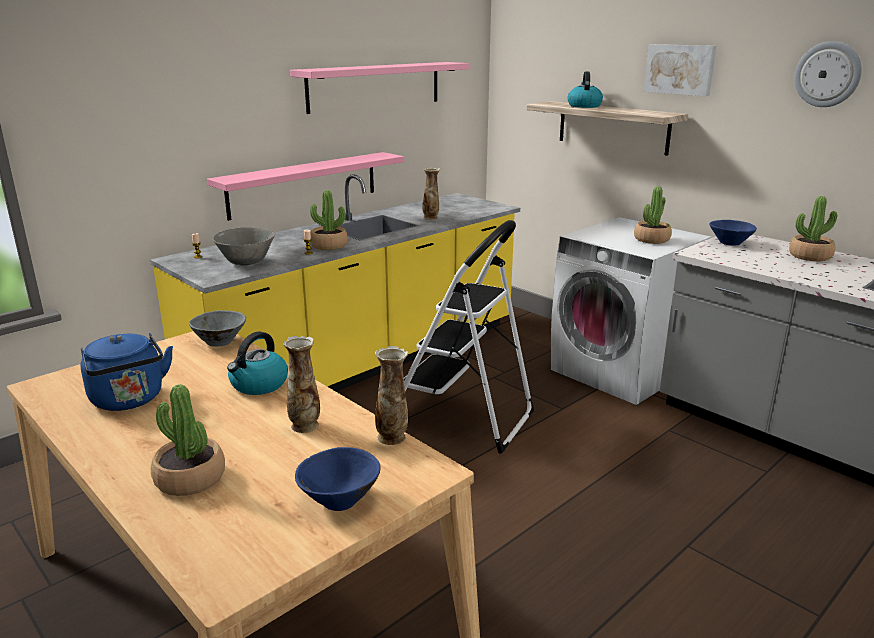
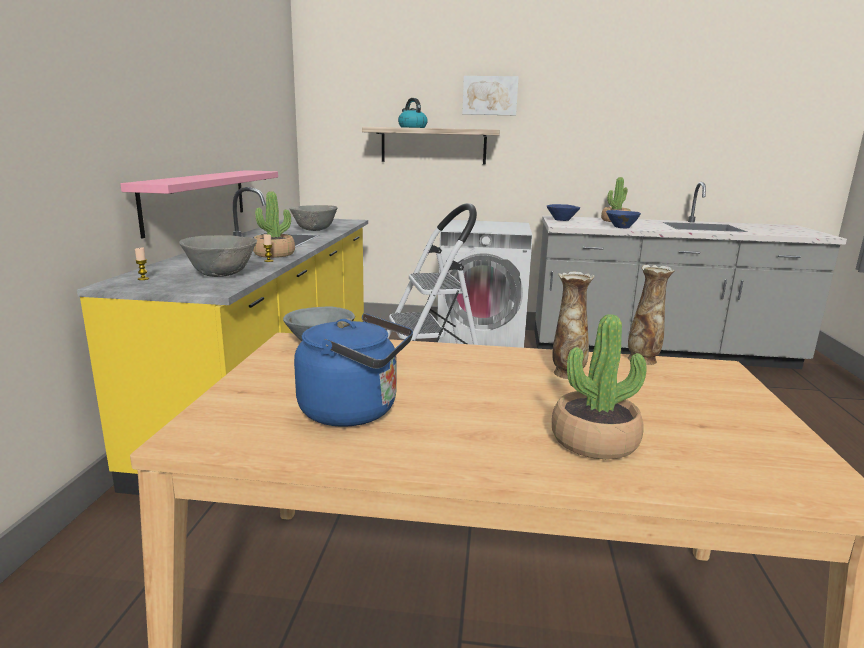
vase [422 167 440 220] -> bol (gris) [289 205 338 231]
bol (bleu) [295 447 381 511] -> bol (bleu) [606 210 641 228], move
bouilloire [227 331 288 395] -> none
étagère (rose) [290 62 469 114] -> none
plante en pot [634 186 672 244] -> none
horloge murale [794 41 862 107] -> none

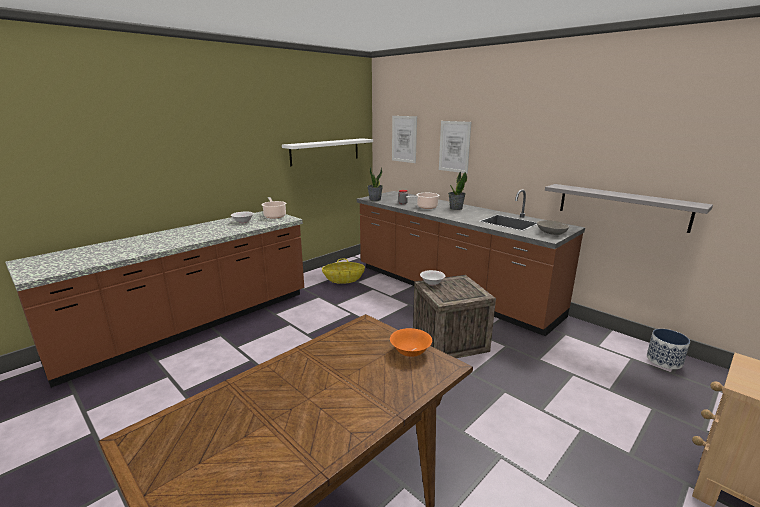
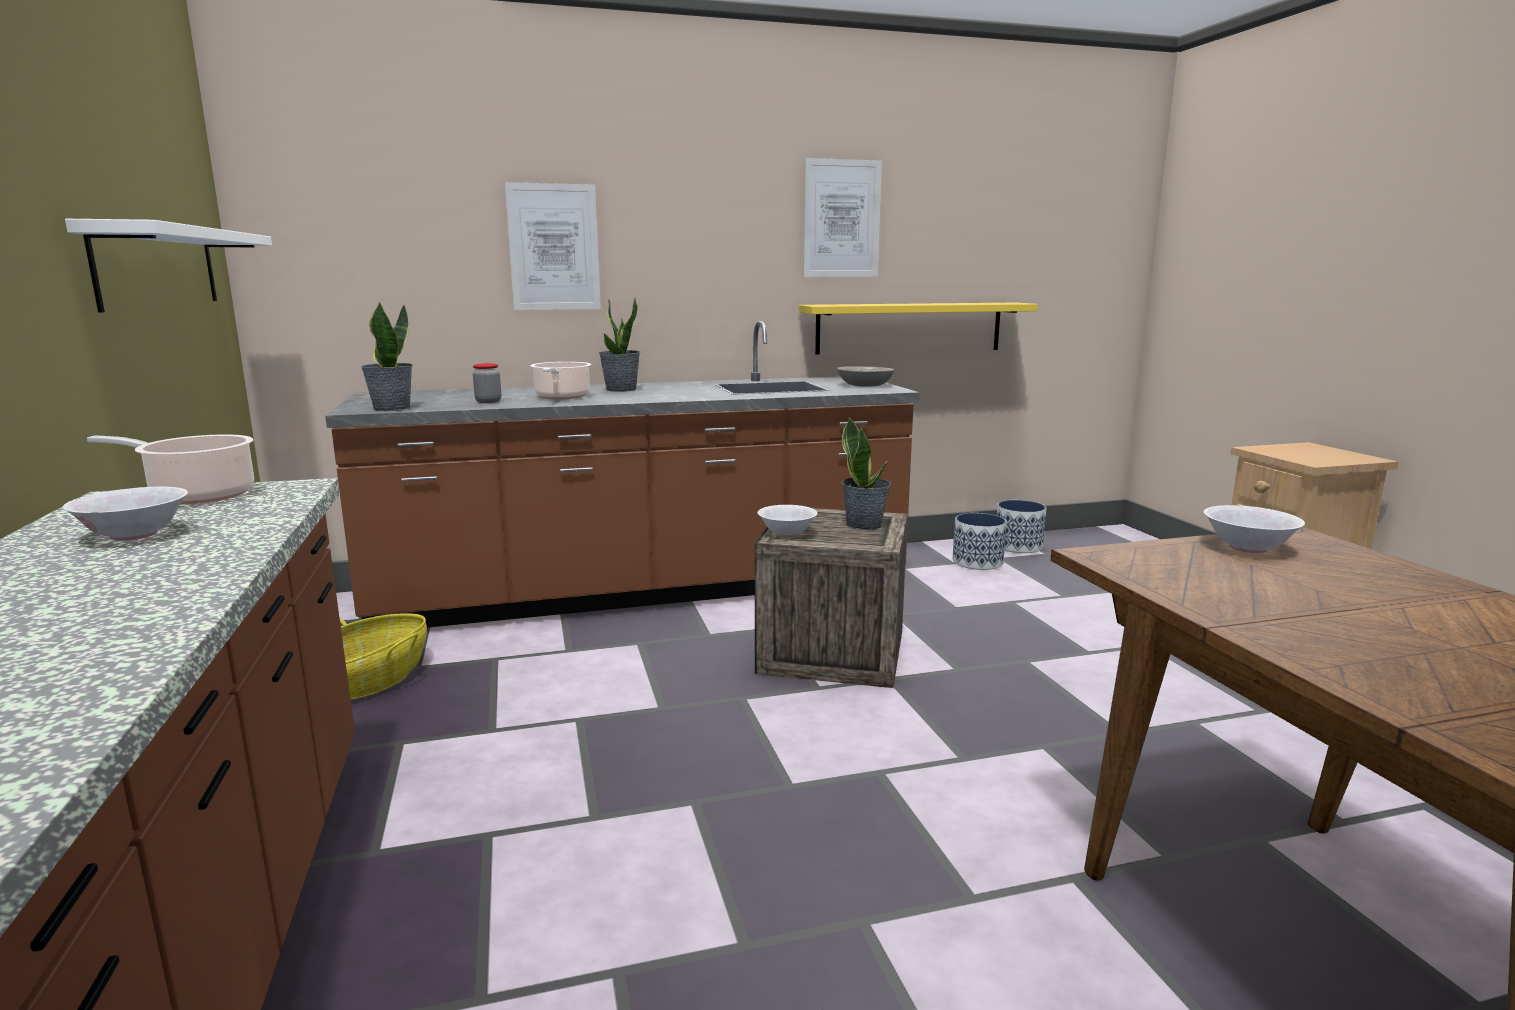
étagère (gris) [545 184 713 233] -> étagère (jaune) [799 303 1038 355]
tableau [392 116 417 163] -> tableau [803 158 882 277], move
none -> plante en pot [842 417 891 530]
none -> cache-pot [953 513 1007 570]
bol (orange) [390 328 432 357] -> bol (blanc) [1204 505 1305 553]

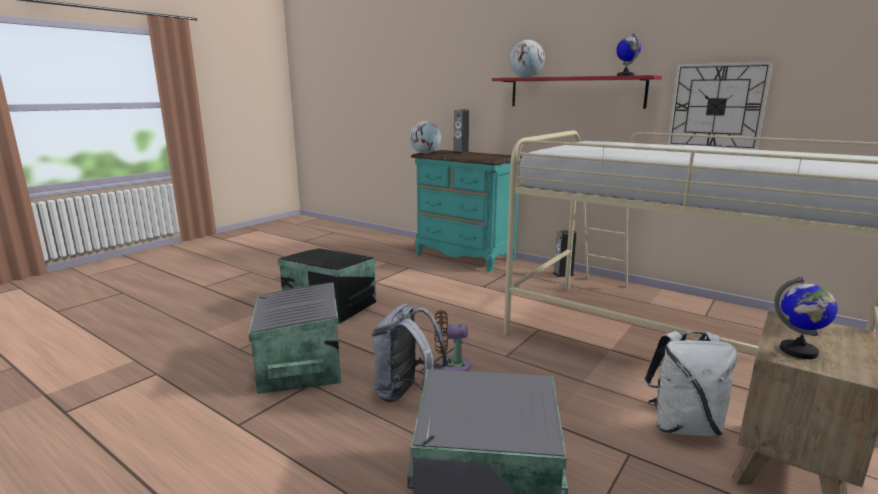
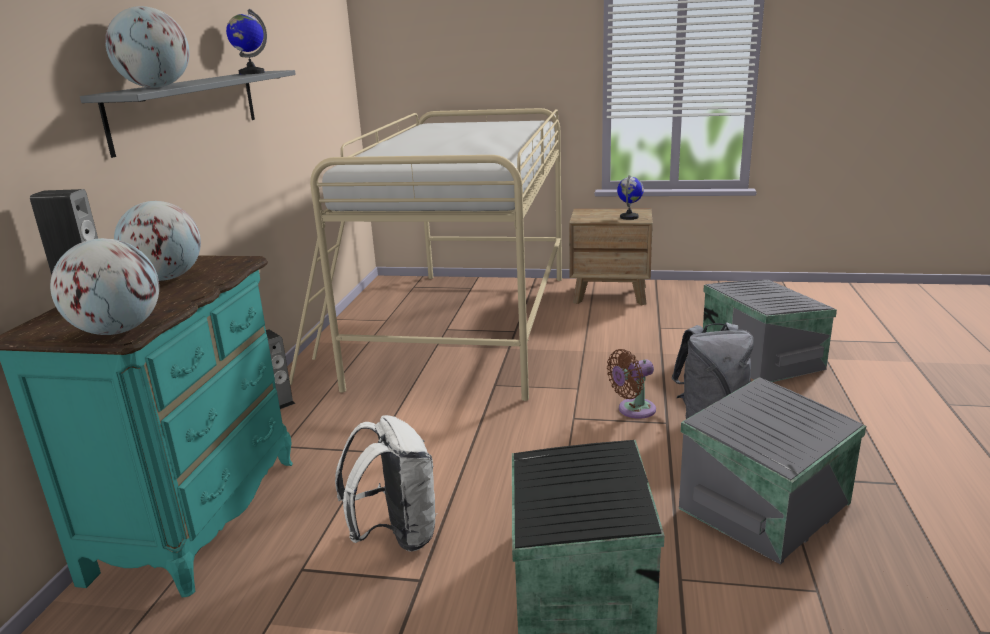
étagère (rouge) [492 75 662 109] -> étagère (gris) [80 70 296 158]
none -> globe [114 201 201 281]
sac à dos (blanc) [644 331 737 436] -> sac à dos (blanc) [335 415 437 552], move
ventilateur (marron) [434 310 471 371] -> ventilateur (marron) [607 349 656 419], 90 degrees clockwise
horloge murale [667 61 773 150] -> none

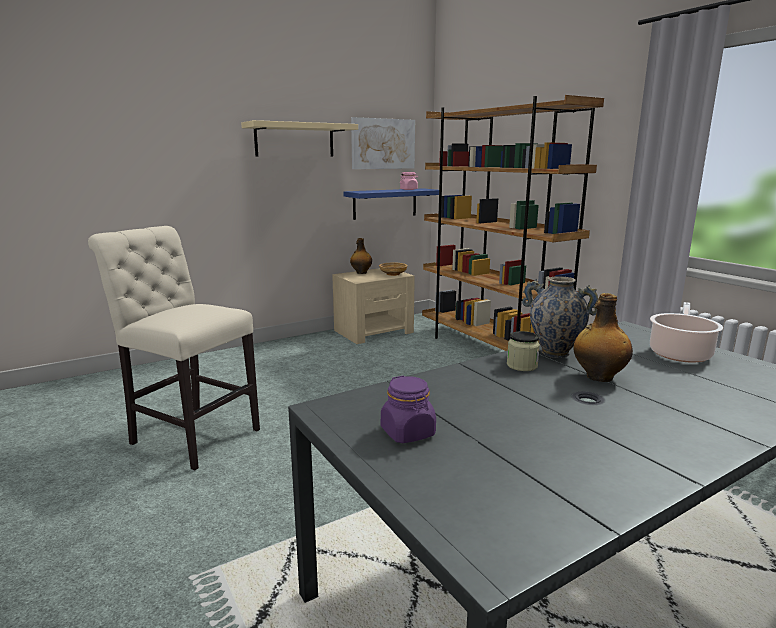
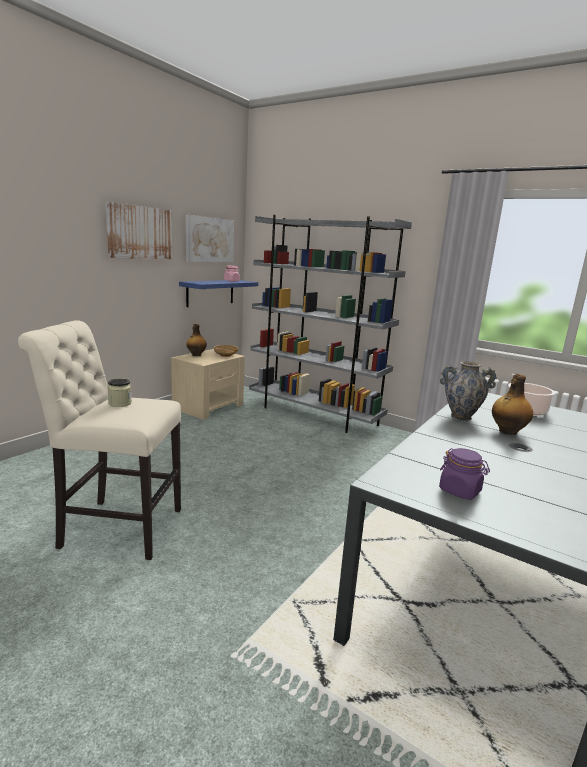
étagère (beige) [241 120 358 157] -> tableau [105 202 172 259]
bocal [507 331 540 371] -> bocal [108 379 132 407], move
bibliothèque (marron) [422 95 604 351] -> bibliothèque (gris) [249 215 412 433]

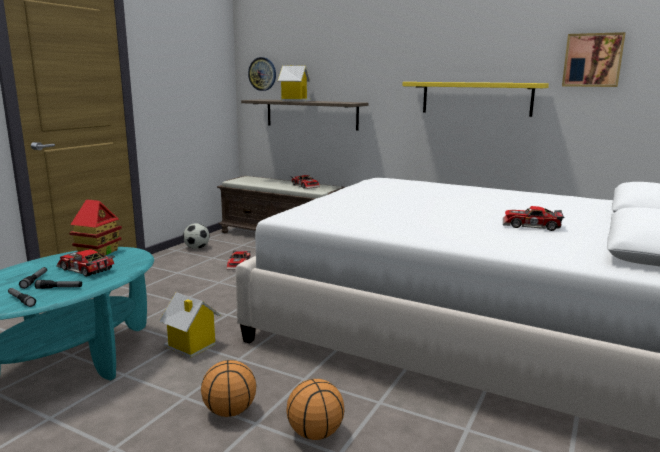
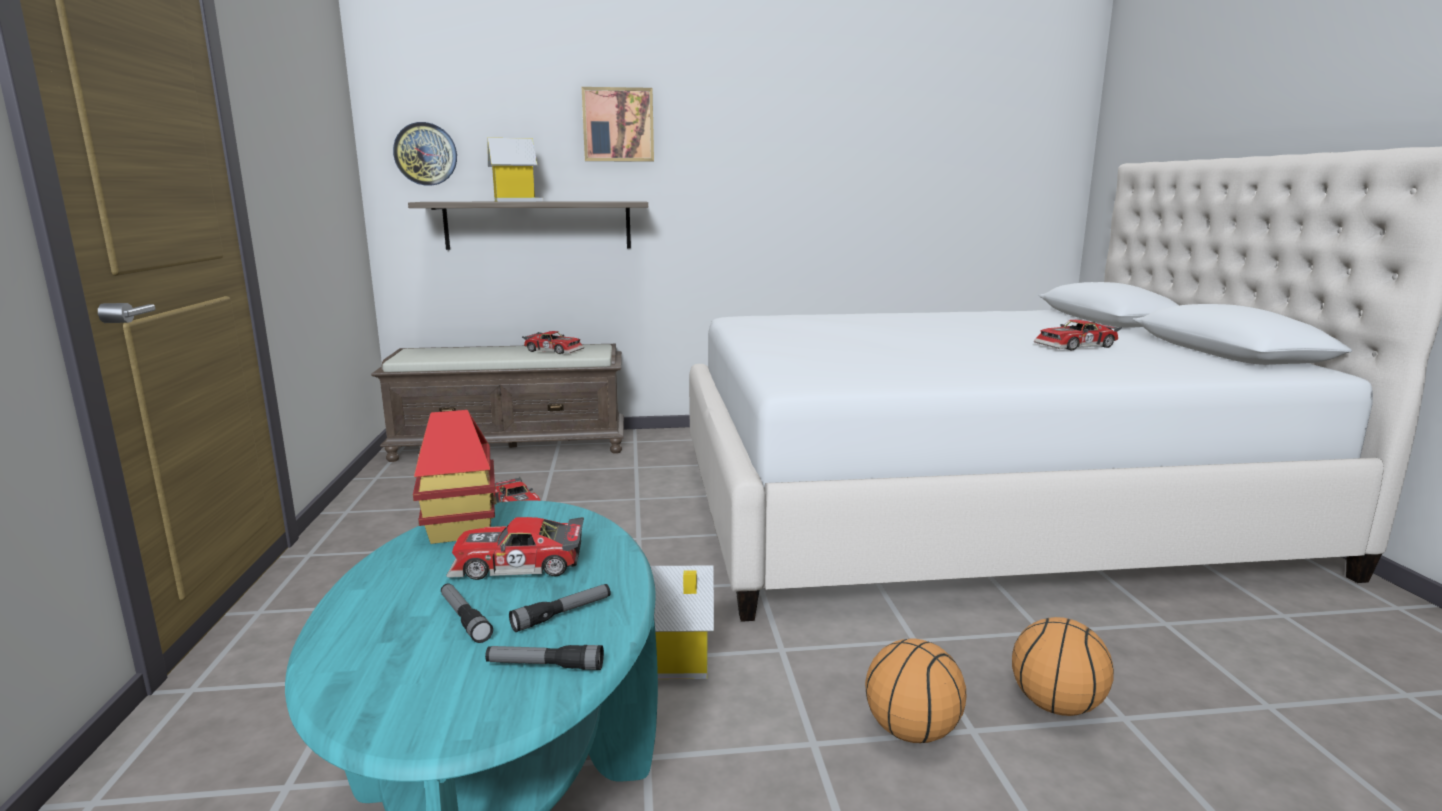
tableau [562 32 626 87] -> tableau [582 87 654 162], move
ballon de foot [183 223 209 249] -> none
étagère (jaune) [402 82 549 117] -> none

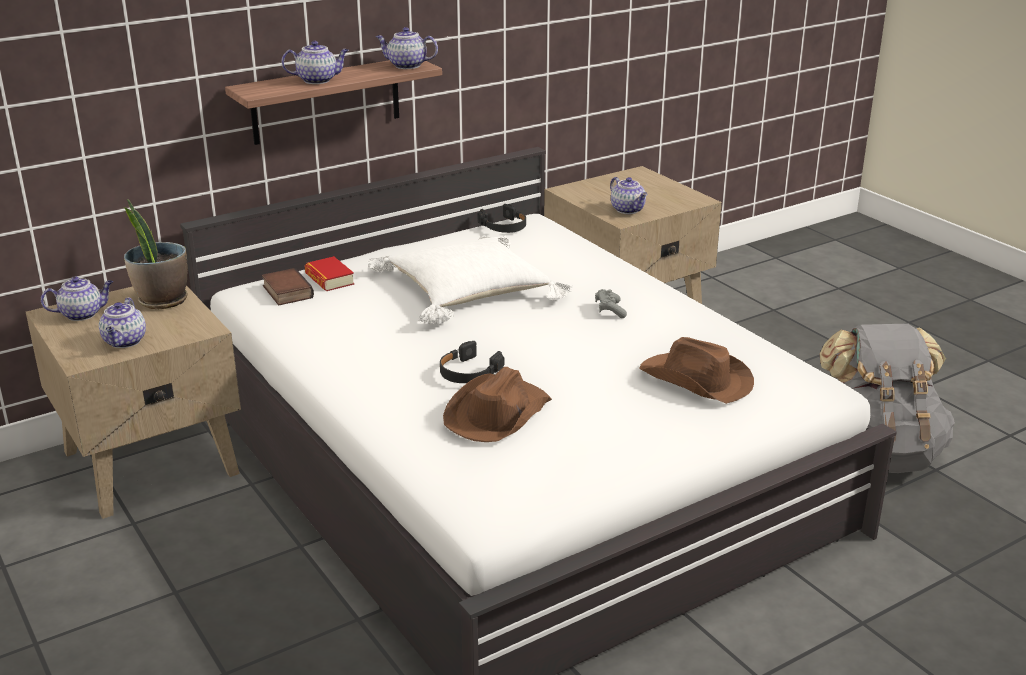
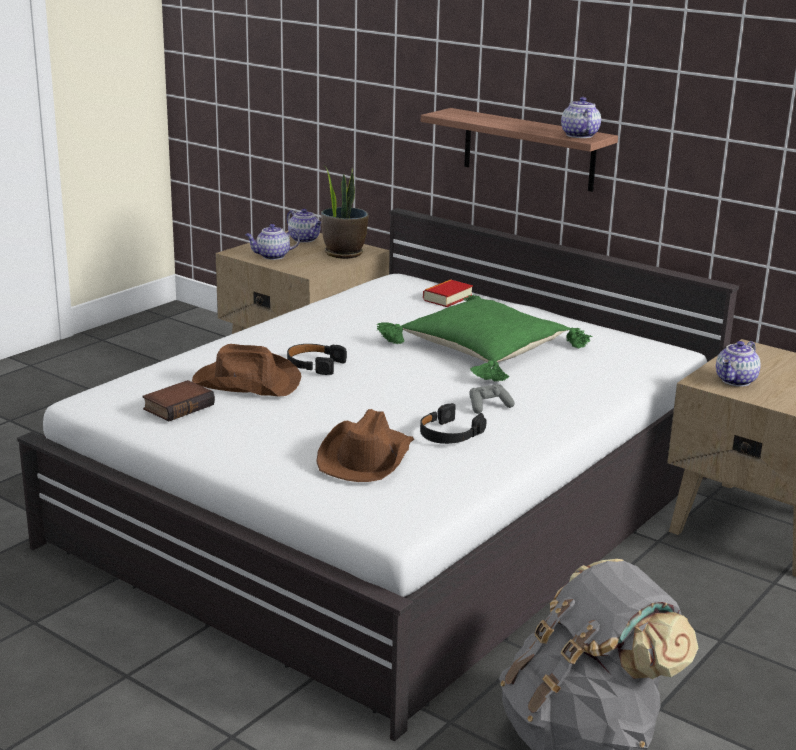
livre [262 268 314 305] -> livre [142 380 215 422], move
coussin (blanc) [367 236 573 325] -> coussin (vert) [377 295 592 382]
casque audio (noir) [478 204 526 233] -> casque audio (noir) [420 403 487 444], move
théière [282 41 349 84] -> none

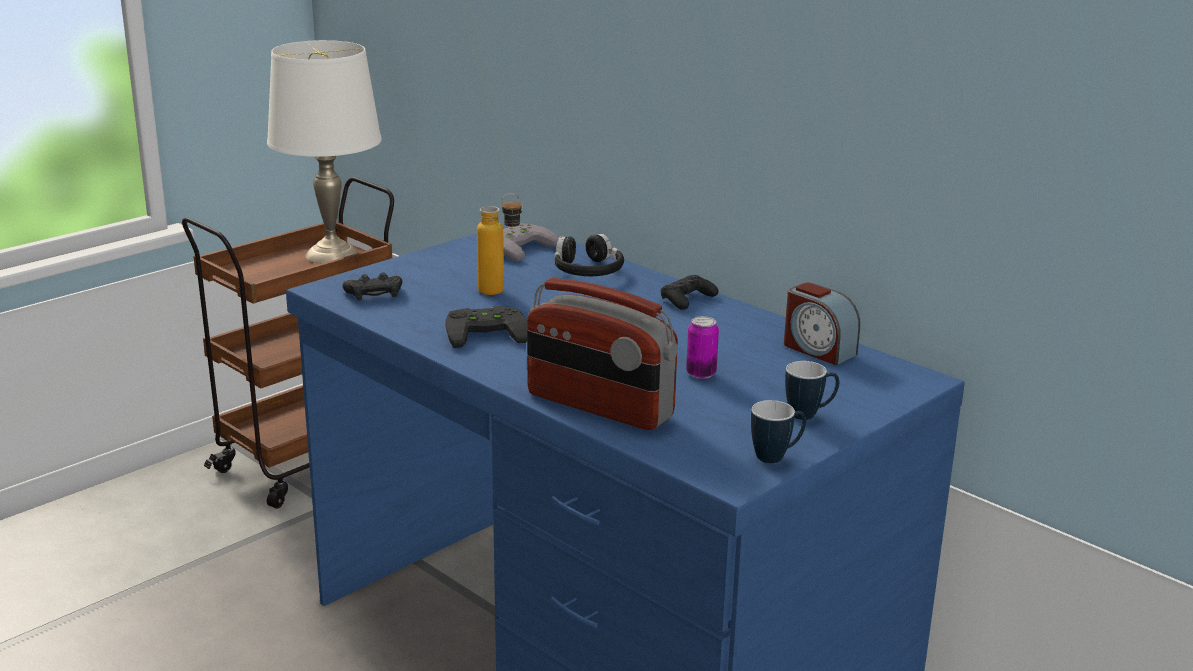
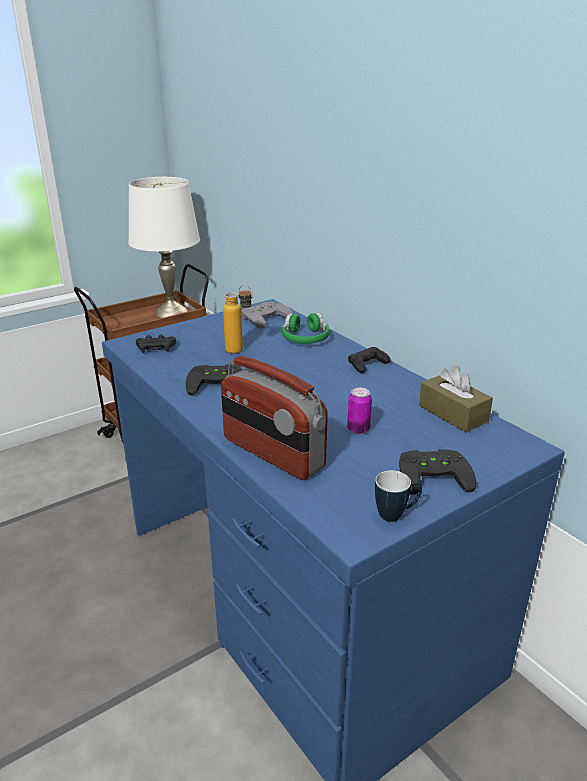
casque audio (noir) [555 234 624 276] -> casque audio (vert) [282 313 330 344]
mug [785 361 839 420] -> manette (noir) [399 449 476 494]
réveil [784 282 860 365] -> boîte à mouchoirs (marron) [419 365 493 432]

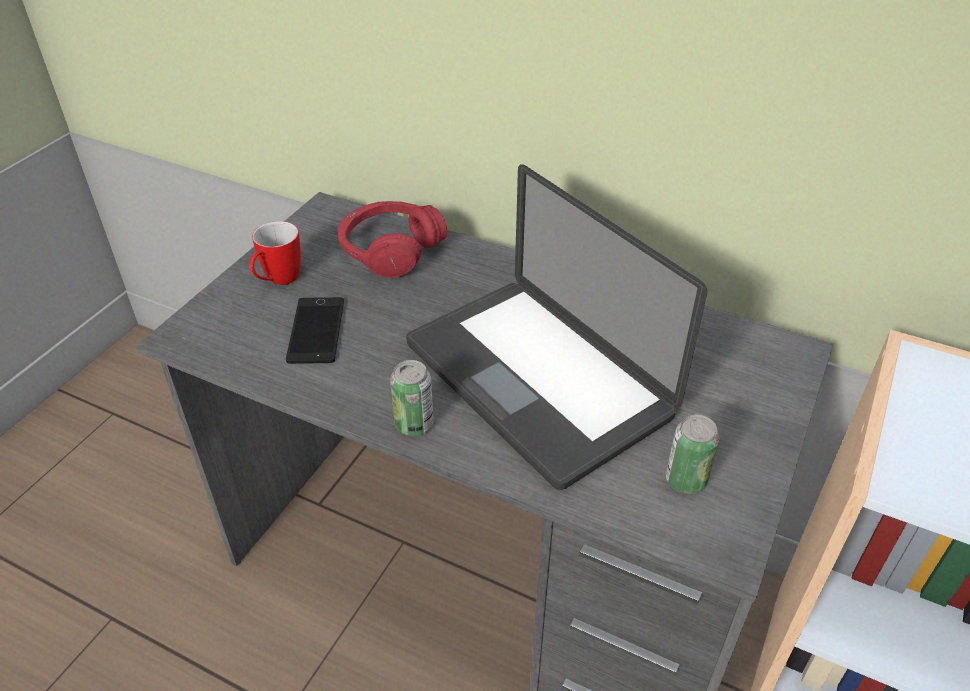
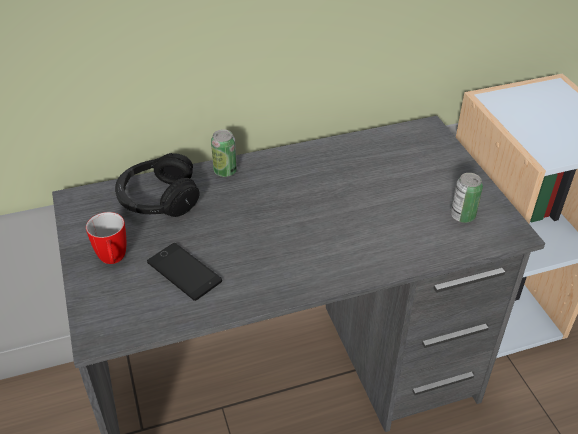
casque audio (rouge) [338 201 447 278] -> casque audio (noir) [115 153 200 217]
boîte métallique [390 360 434 436] -> boîte métallique [211 129 237 177], move
ordinateur portable [406 164 707 490] -> none

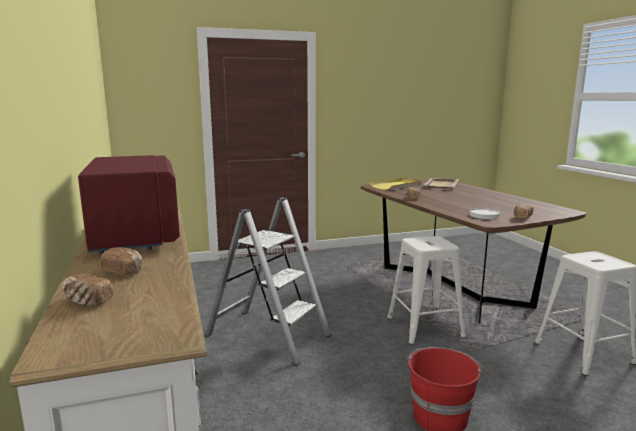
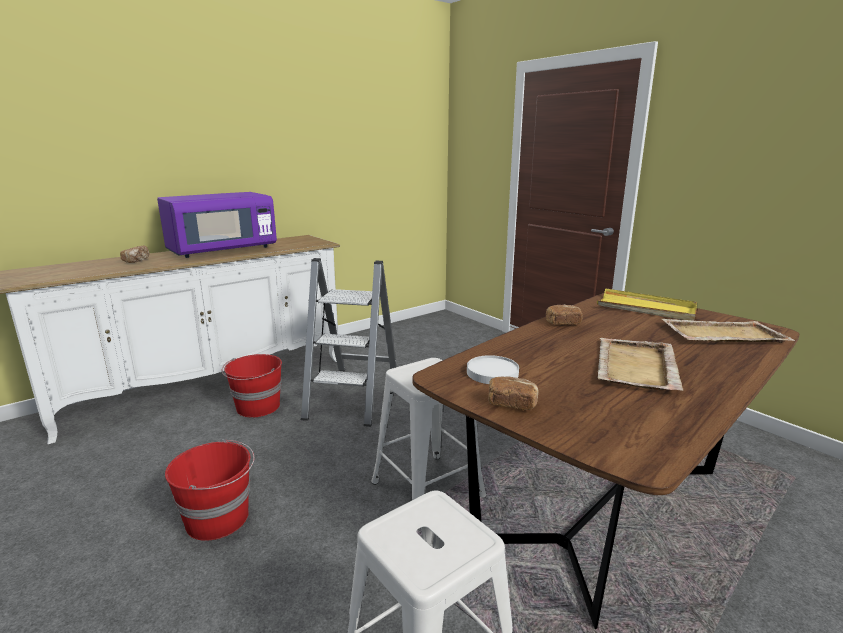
micro-ondes (rouge) [78 155 180 254] -> micro-ondes (violet) [157 192 277 258]
none -> seau (rouge) [221 354 282 417]
none -> plateau (beige) [598 338 684 391]
pain [62 274 114 306] -> none

